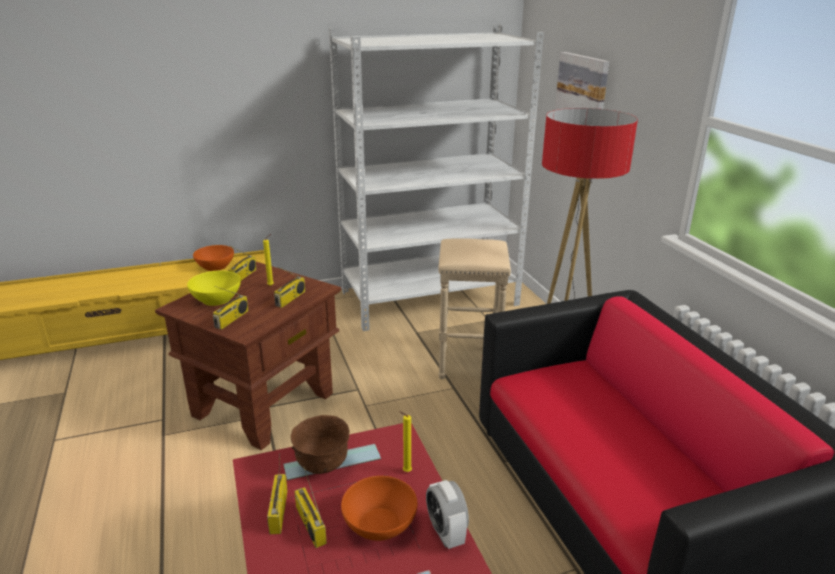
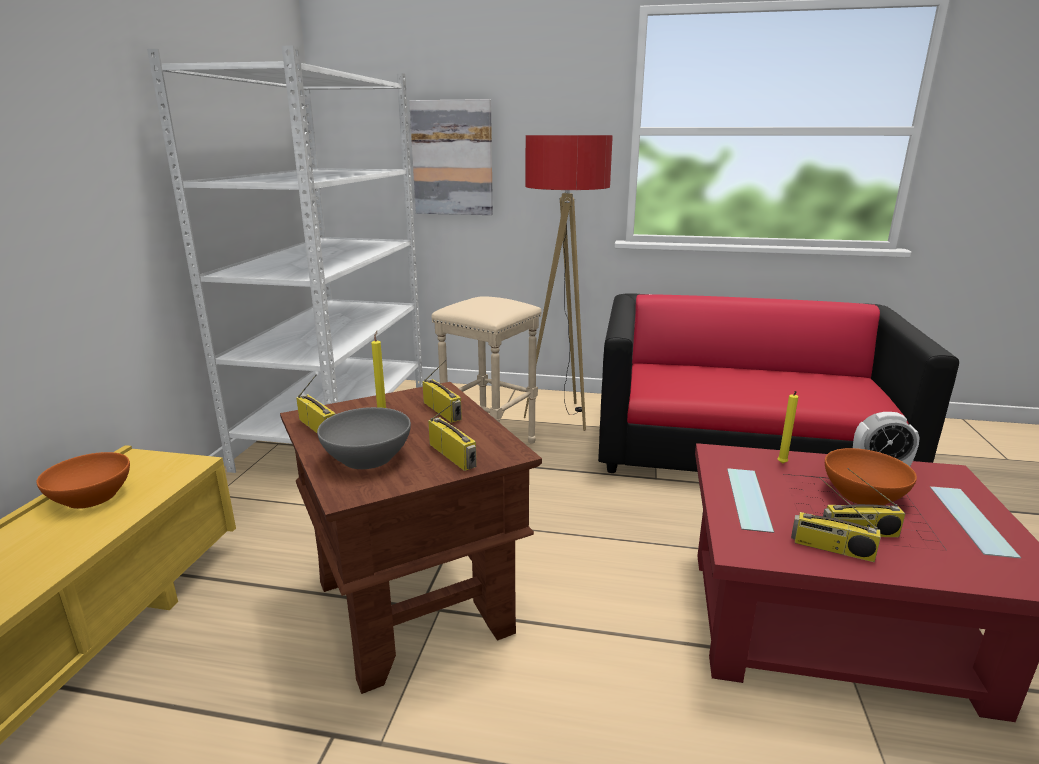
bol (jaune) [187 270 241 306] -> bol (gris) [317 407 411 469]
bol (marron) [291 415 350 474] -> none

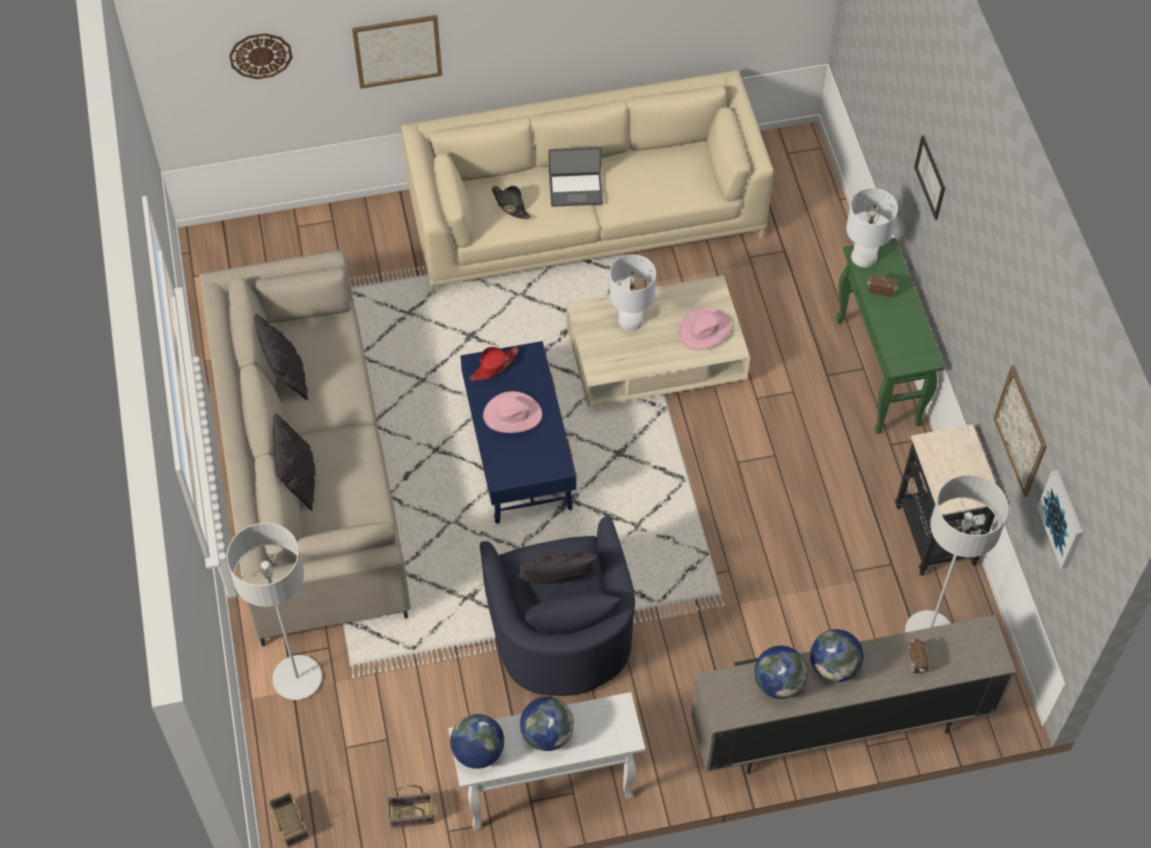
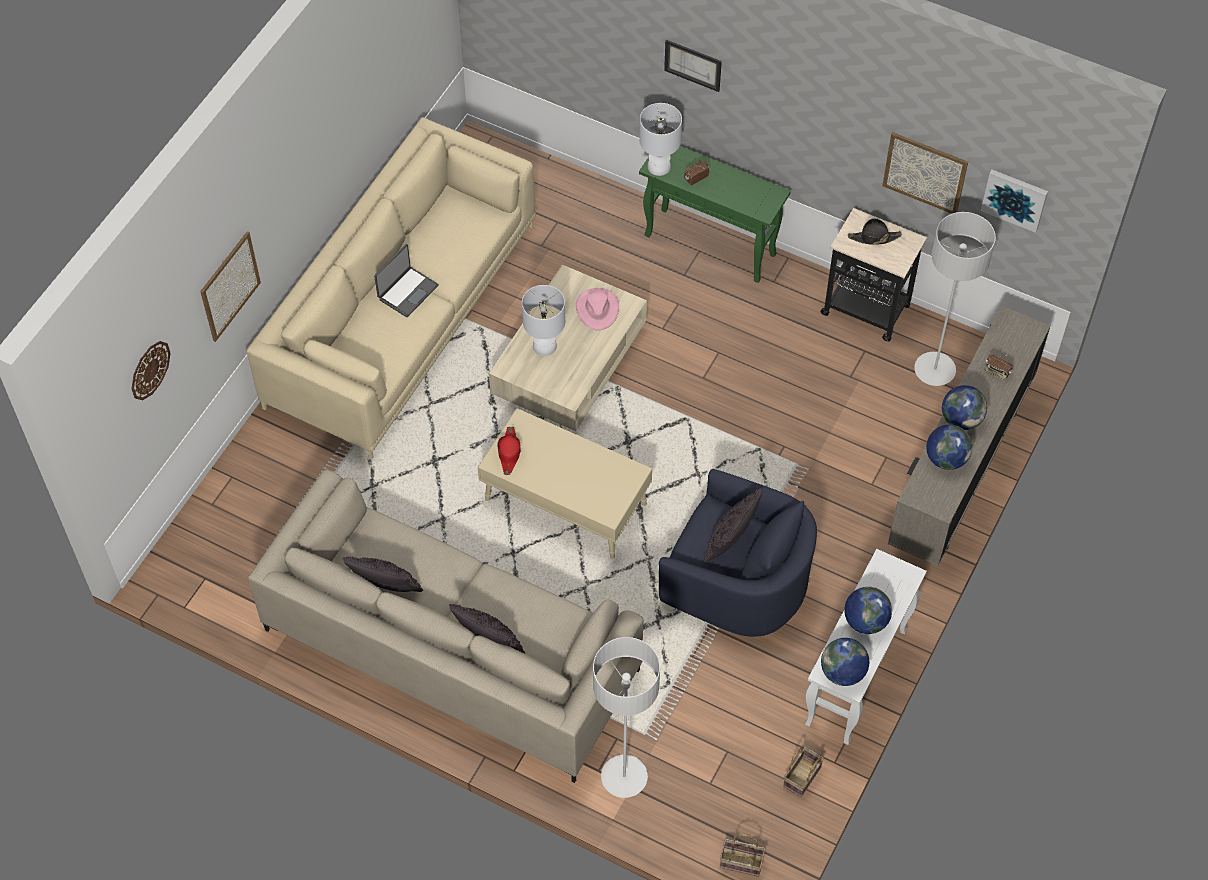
table basse (bleu) [460 341 577 524] -> table basse (beige) [477 408 652 559]
chapeau (noir) [491 186 531 219] -> chapeau (noir) [848 218 902 245], move
chapeau (rose) [483 391 542 433] -> none

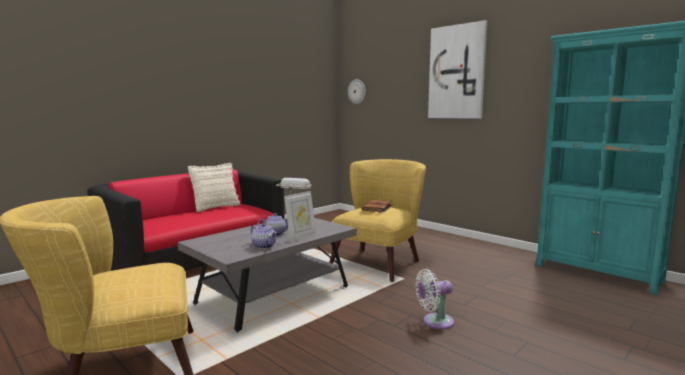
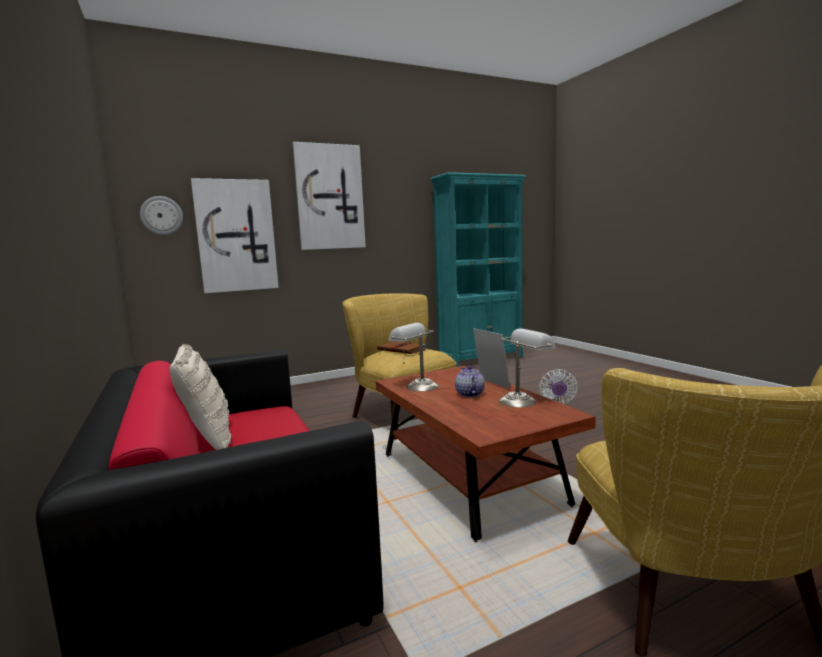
none -> tableau [191 178 279 293]
table basse (gris) [178 218 357 333] -> table basse (marron) [376 366 596 542]
théière [251 223 277 249] -> lampe de table (blanc) [499 329 556 408]

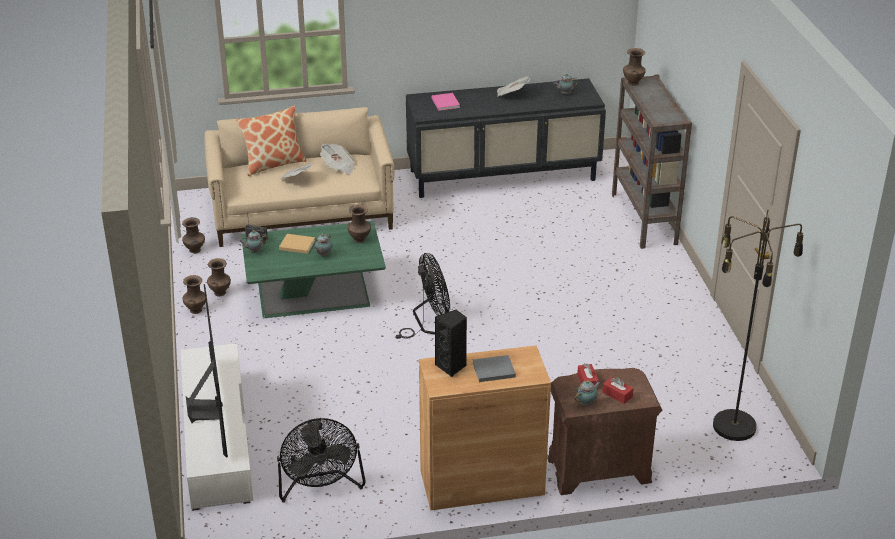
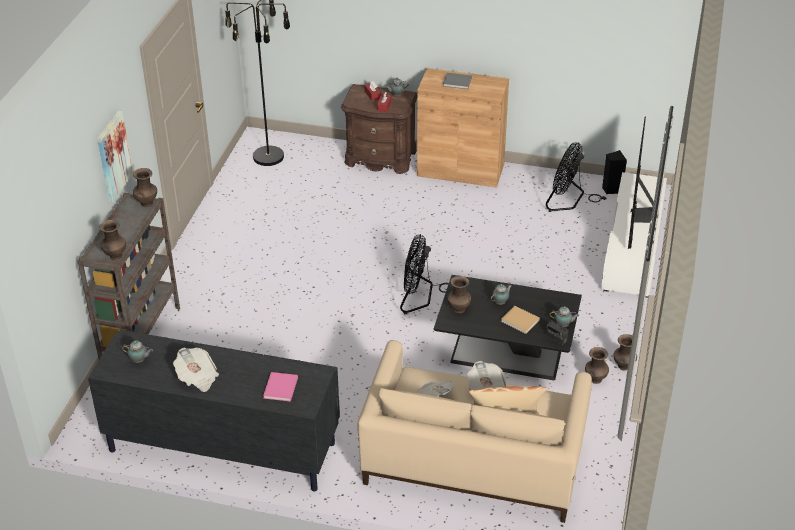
none -> tableau [97 111 133 202]
vase (marron) [182 217 205 254] -> vase (marron) [133 168 157 207], move
table basse (vert) [241 221 386 318] -> table basse (noir) [434 275 582 380]
ventilateur (noir) [277 417 366 503] -> ventilateur (noir) [546 143 607 212], 75 degrees counterclockwise
enceinte (noir) [435 309 467 377] -> enceinte (noir) [602 150 627 194], move

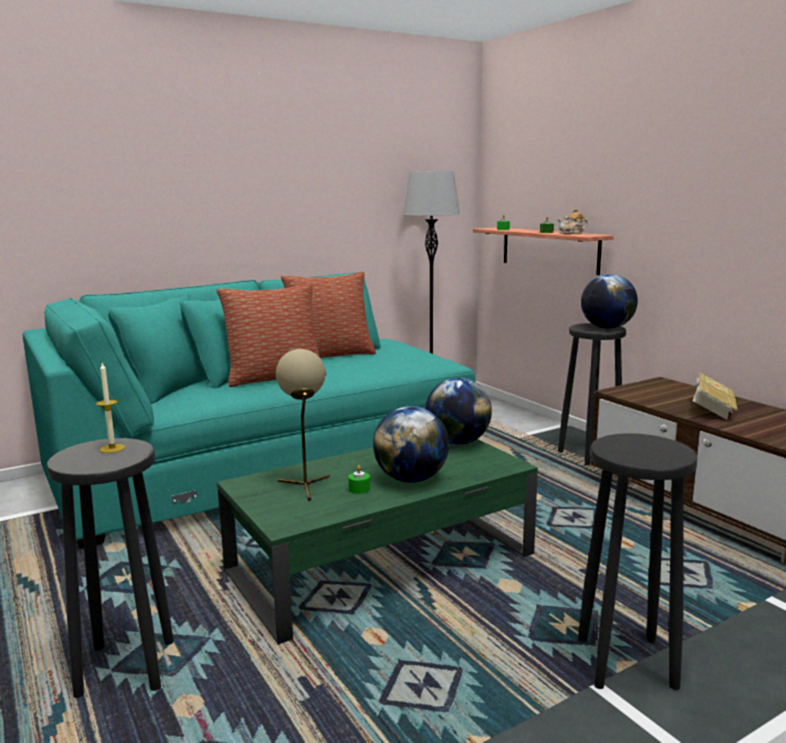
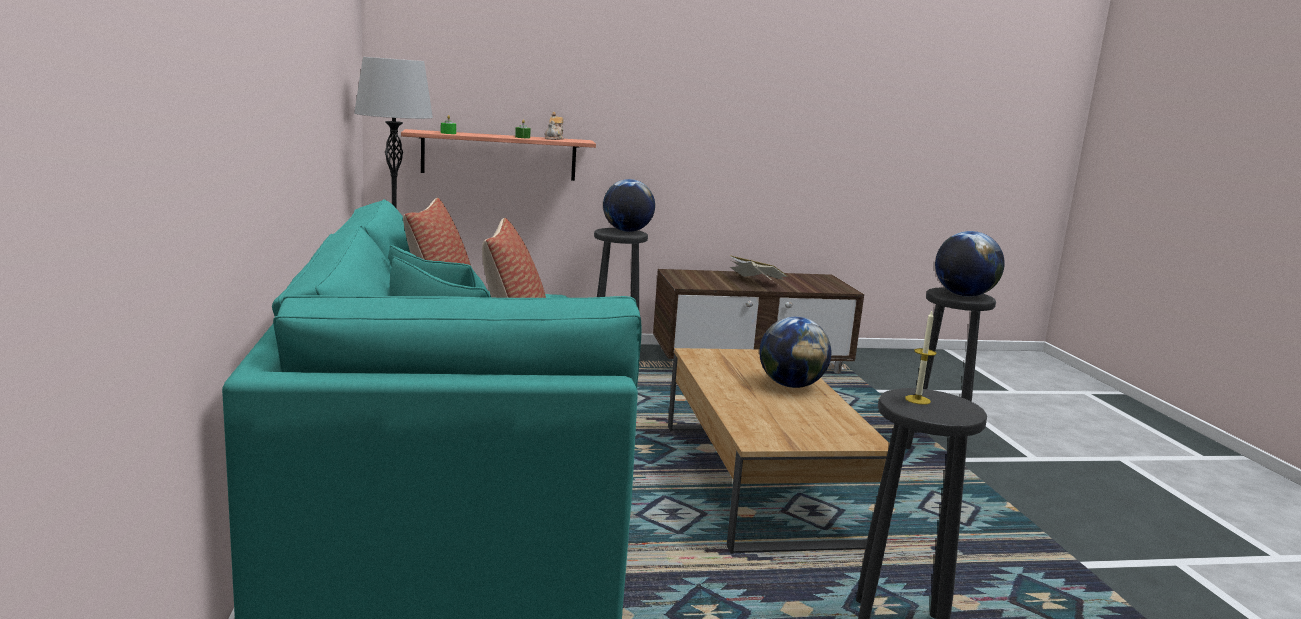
table basse (vert) [217 439 538 645] -> table basse (marron) [668 348 890 554]
globe [425 378 492 445] -> globe [935 231 1005 297], move
lampe de table (beige) [276 349 330 501] -> none
bougie (vert) [348 465 370 494] -> none

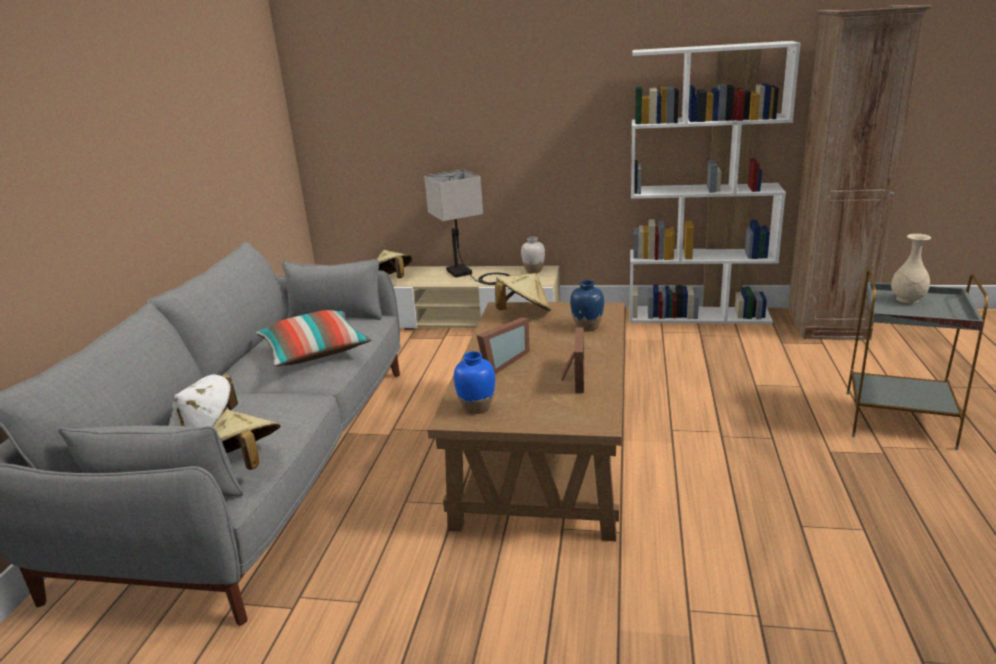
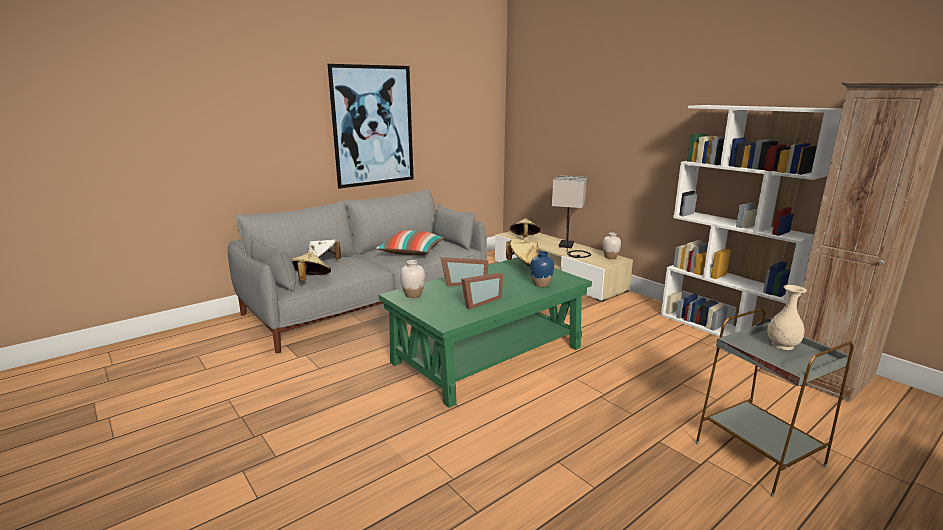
none -> tableau [328 64 414 189]
table basse (marron) [428 302 625 541] -> table basse (vert) [379 257 592 408]
vase (bleu) [454 351 495 414] -> vase (blanc) [400 260 425 298]

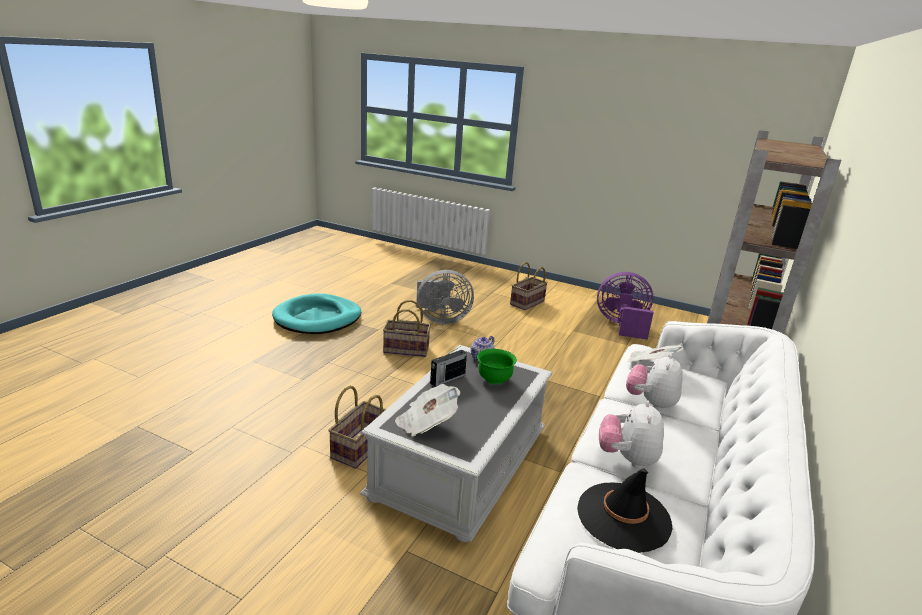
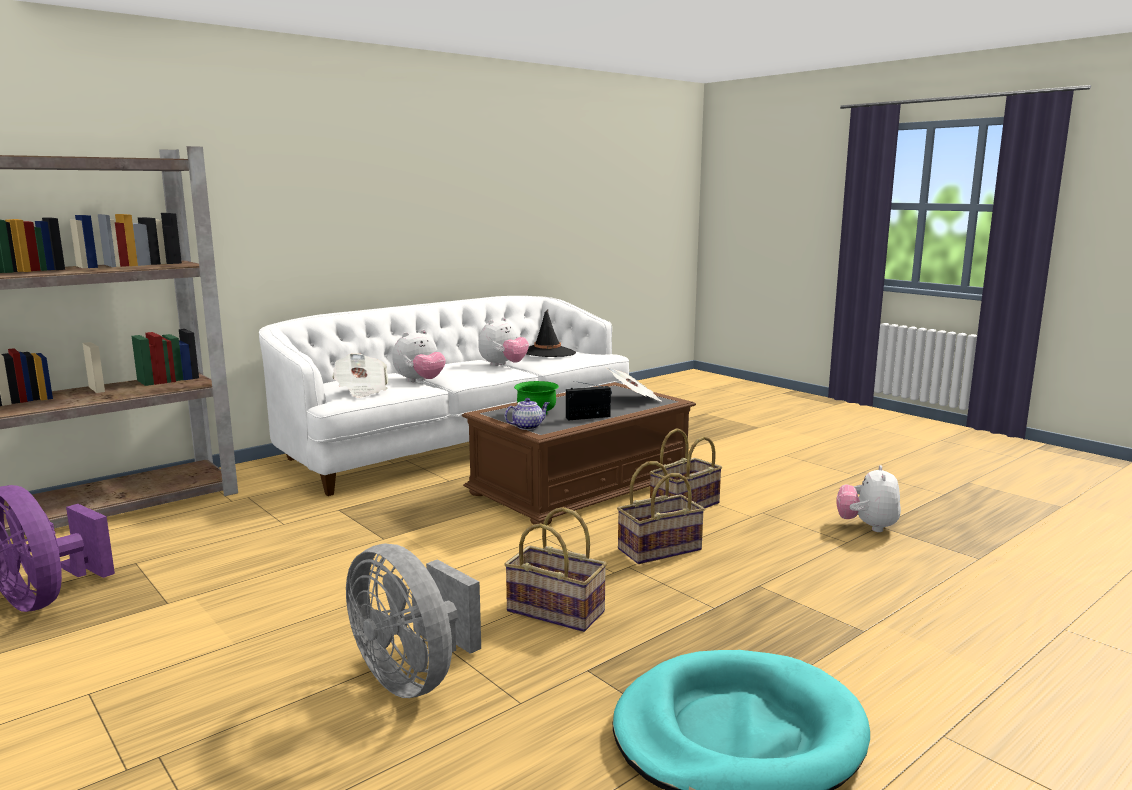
ventilateur (gris) [416 270 474 324] -> ventilateur (gris) [346 543 481 698], 150 degrees counterclockwise
table basse (blanc) [360 345 553 542] -> table basse (marron) [462 382 696 525]
panier [510 262 548 310] -> panier [617 461 705 564], move
none -> peluche [836 465 901 532]

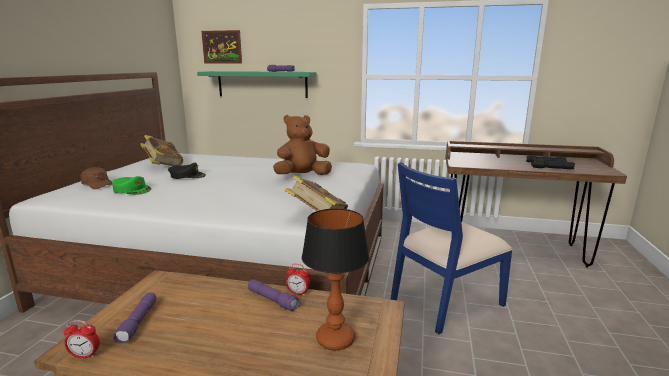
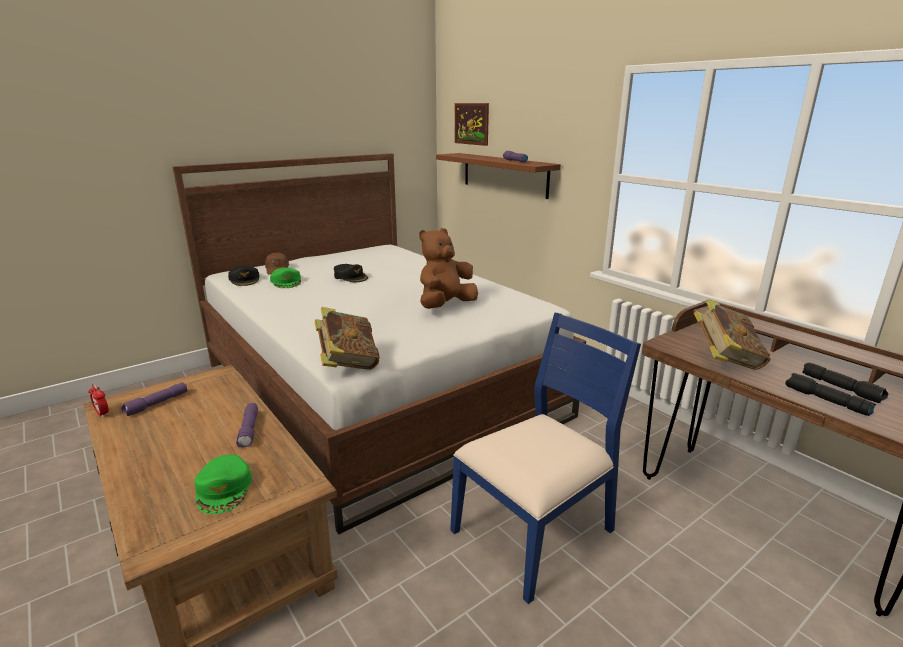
lampe de table [302 209 370 351] -> casquette (vert) [195 454 252 514]
none -> casquette (noir) [228 266 259 286]
peluche (marron) [273 115 332 175] -> peluche (marron) [419 228 478 309], 60 degrees counterclockwise
étagère (vert) [197 71 317 98] -> étagère (marron) [436 153 561 199]
chaise (bleu) [390 162 513 334] -> chaise (bleu) [450 313 641 604], 135 degrees clockwise
livre [140 135 183 166] -> livre [694 299 770 370], move
réveil [286 264 310 296] -> none

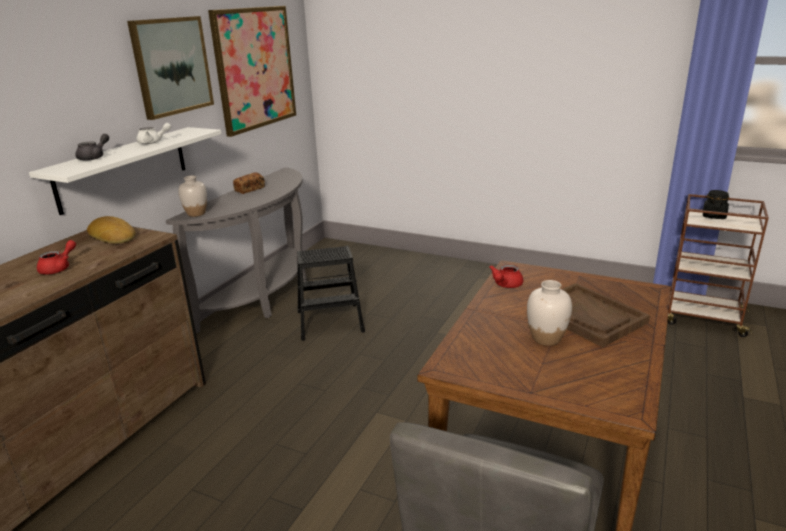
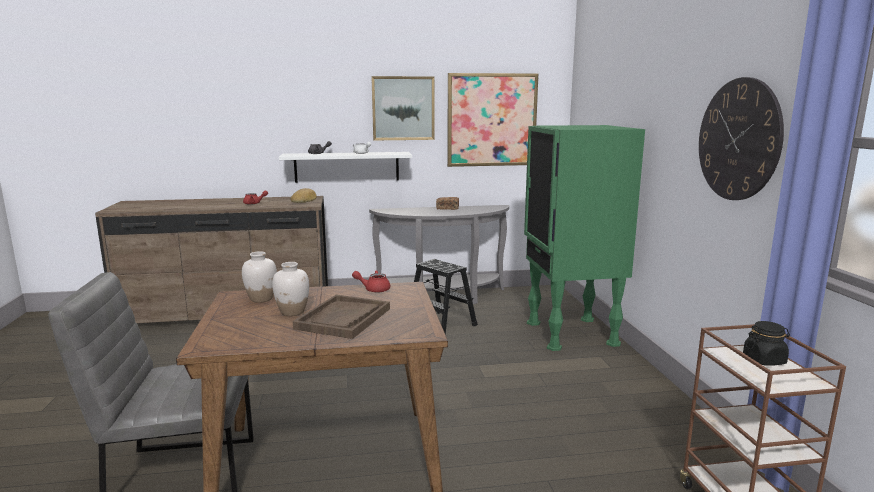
vase (blanc) [178 176 207 217] -> vase (blanc) [242 251 277 303], move
none -> meuble de rangement (vert) [524 125 645 351]
none -> horloge murale [699 77 784 200]

